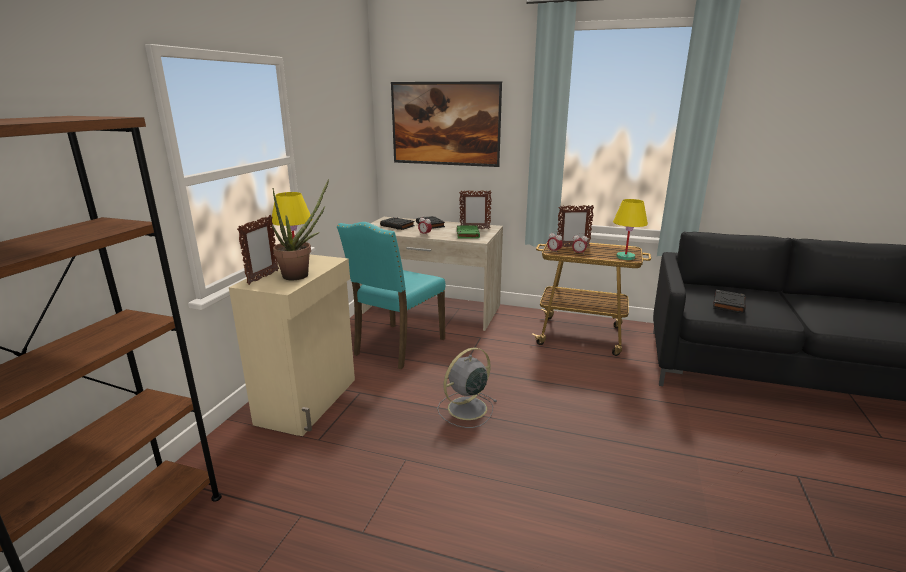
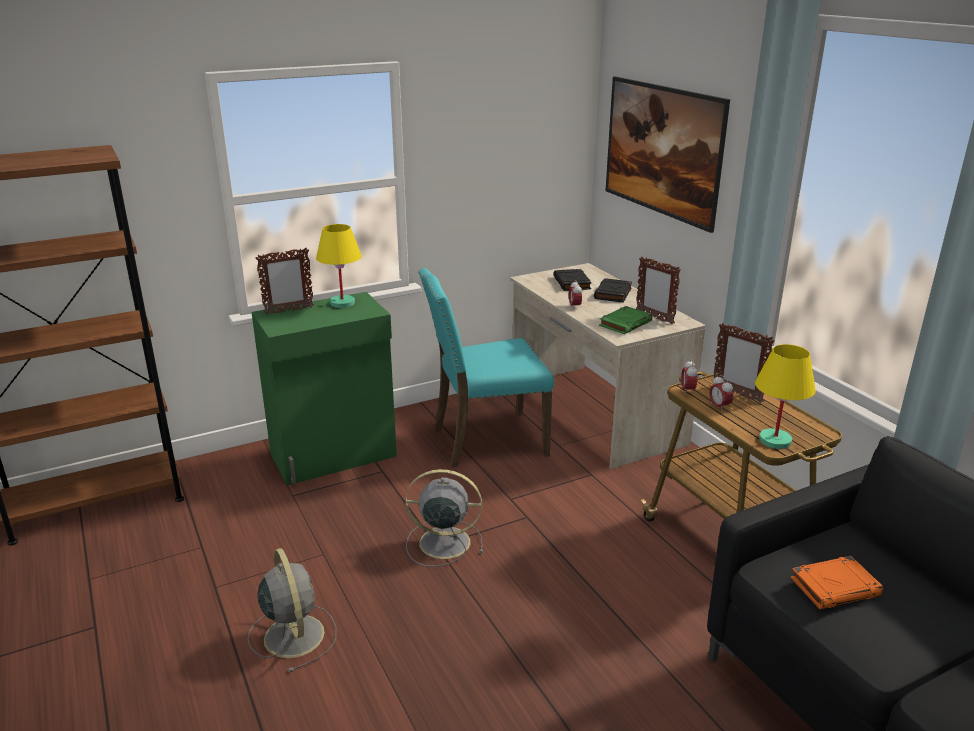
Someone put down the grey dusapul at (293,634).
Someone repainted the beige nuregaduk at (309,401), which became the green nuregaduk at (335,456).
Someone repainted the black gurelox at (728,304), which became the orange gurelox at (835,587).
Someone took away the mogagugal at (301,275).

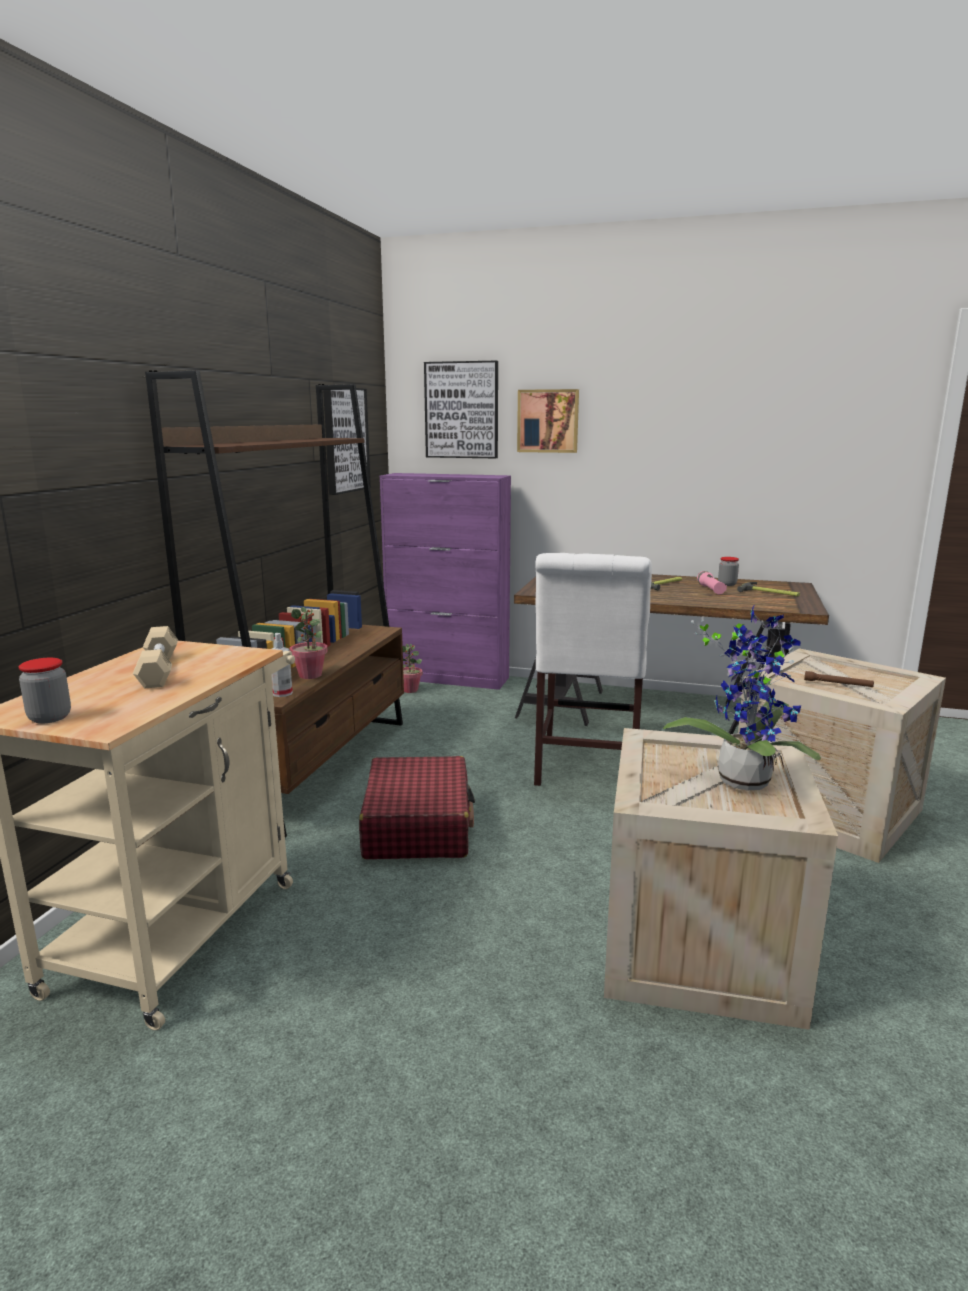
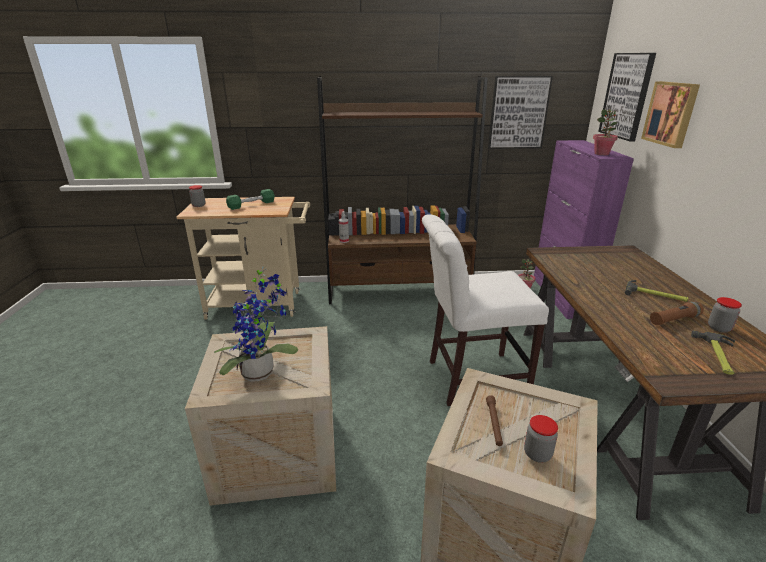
Someone repainted the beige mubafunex at (158,670), which became the green mubafunex at (251,205).
Someone put down the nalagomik at (537,454).
Someone carried the mogagugal from (310,675) to (601,154).
Someone repainted the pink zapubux at (710,589), which became the brown zapubux at (674,320).
Someone took away the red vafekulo at (418,825).

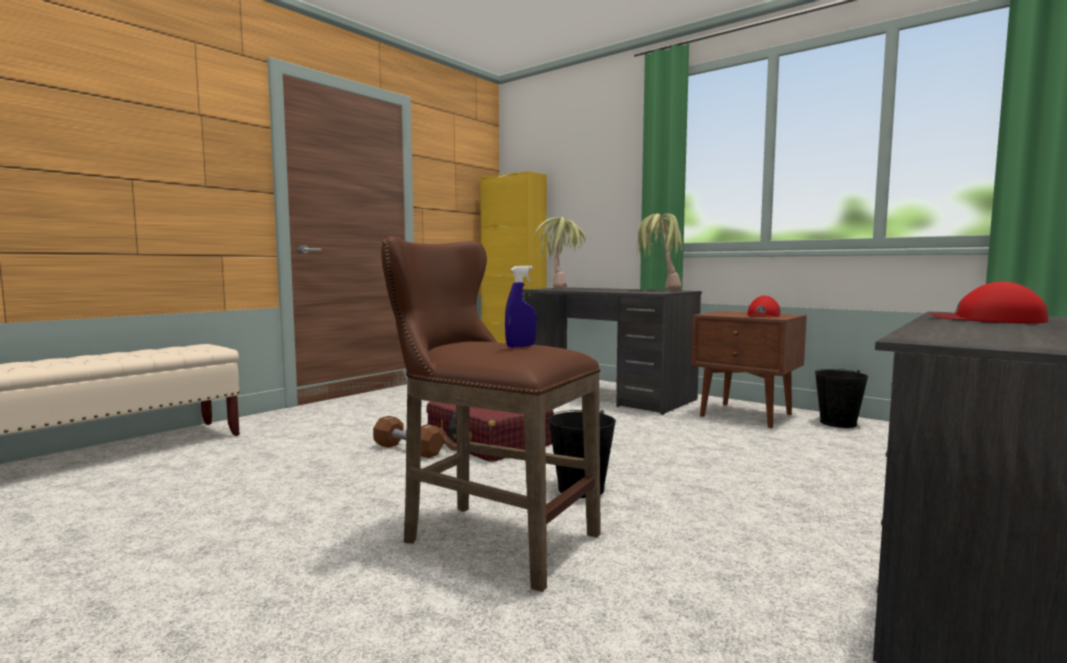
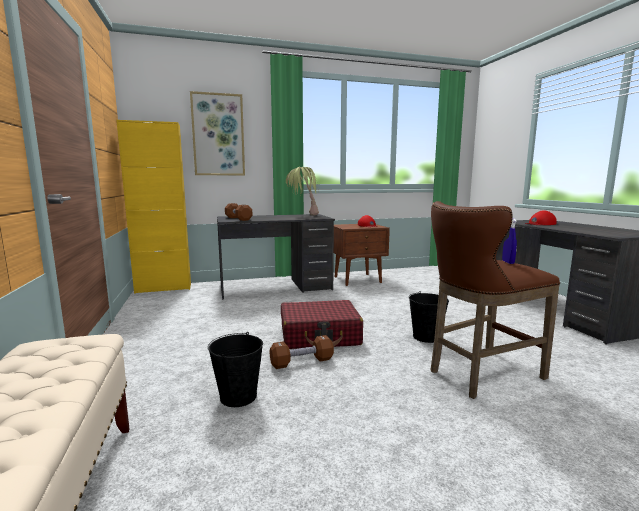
Someone put up the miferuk at (218,135).
Someone carried the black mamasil from (838,423) to (238,396).
Someone swapped the mogagugal at (560,289) for the brown mubafunex at (238,219).

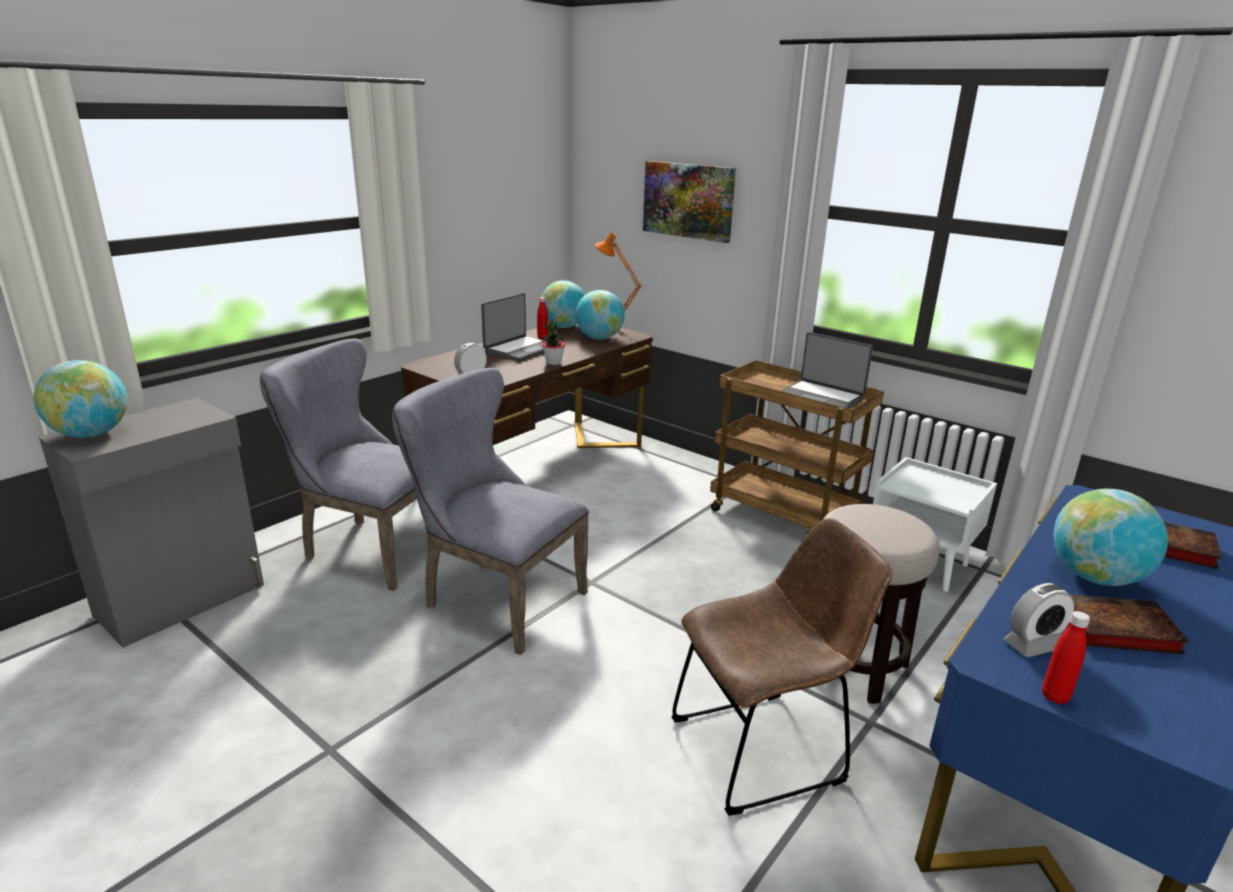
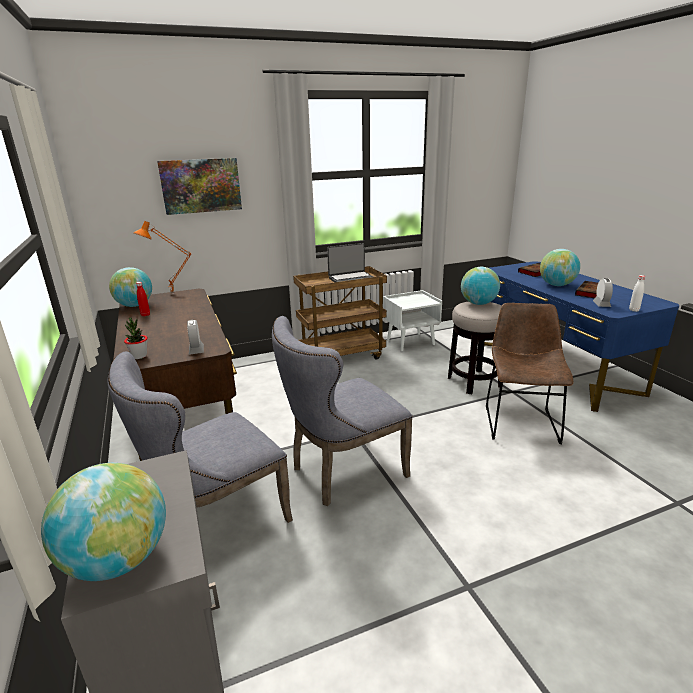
Someone carried the mogagugal from (553,363) to (139,356).
Someone carried the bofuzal from (599,338) to (478,303).
Someone repainted the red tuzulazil at (1055,696), which became the white tuzulazil at (634,310).
Someone took away the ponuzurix at (520,350).

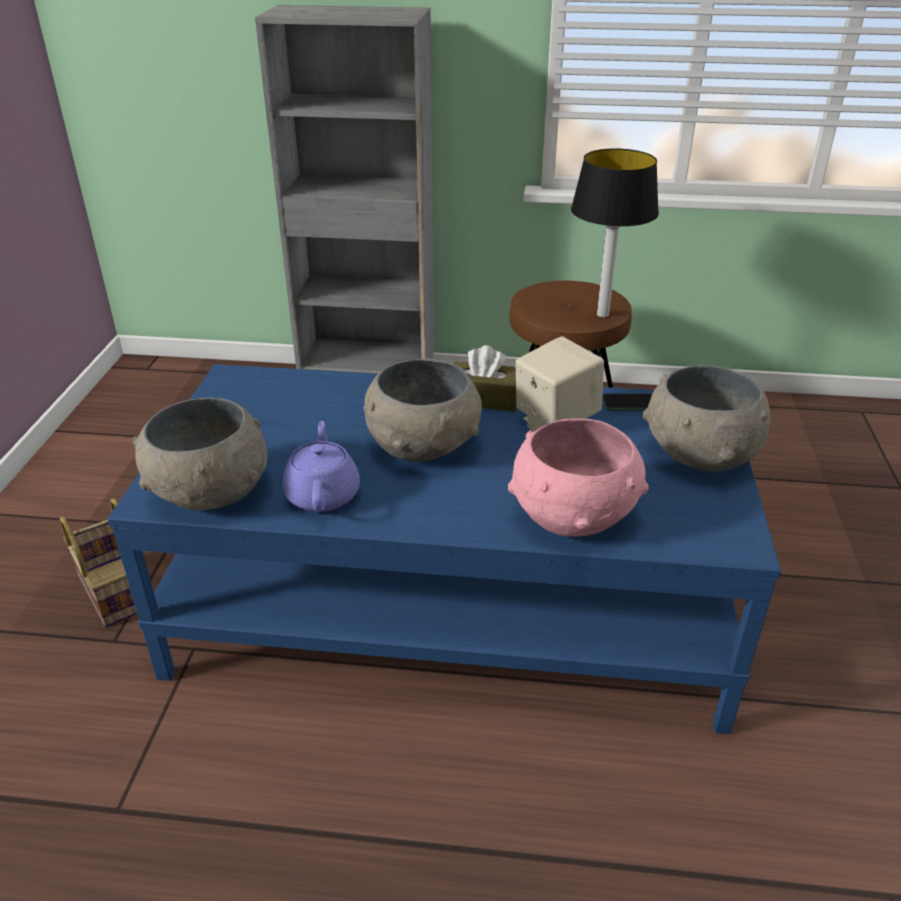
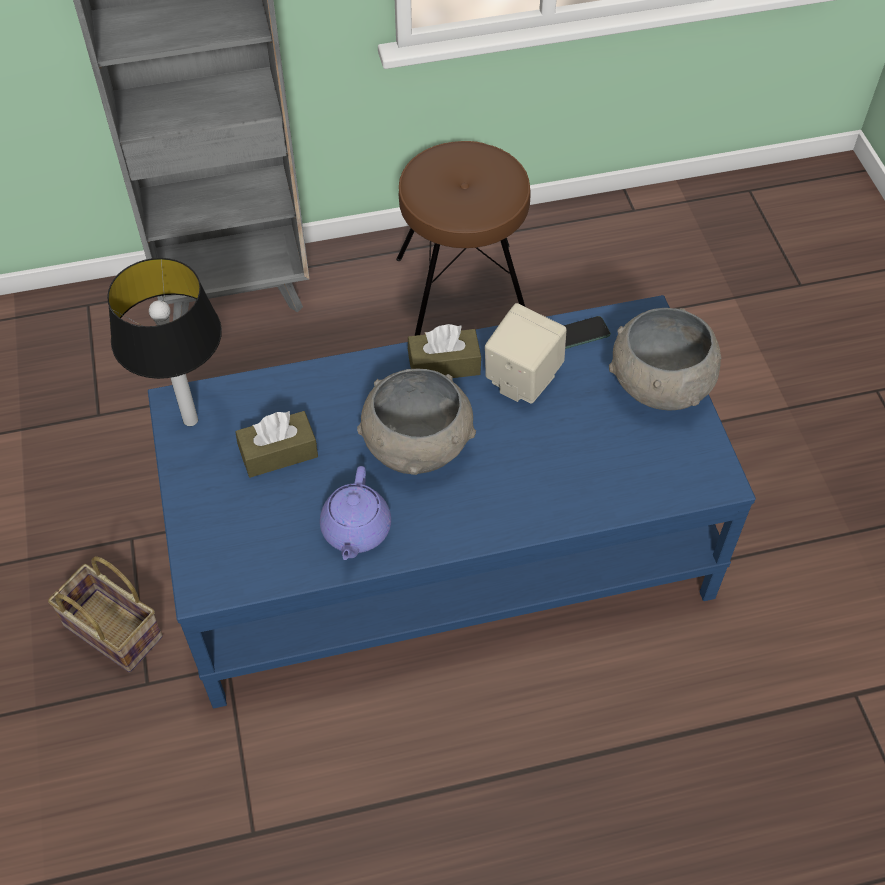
Someone carried the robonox from (602,315) to (190,421).
Someone put down the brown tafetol at (278,453).
Someone rotated the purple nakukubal at (323,494) by 150 degrees counterclockwise.
Someone took away the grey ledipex at (210,492).
Someone took away the pink ledipex at (573,515).

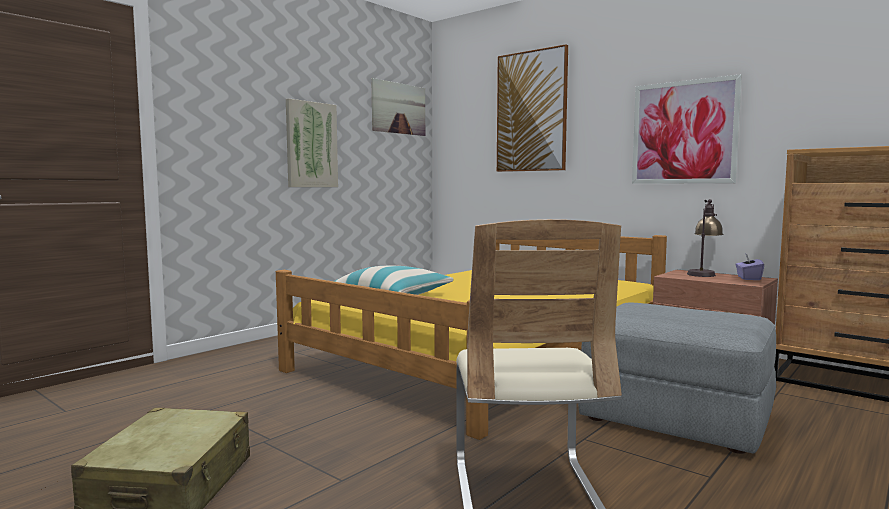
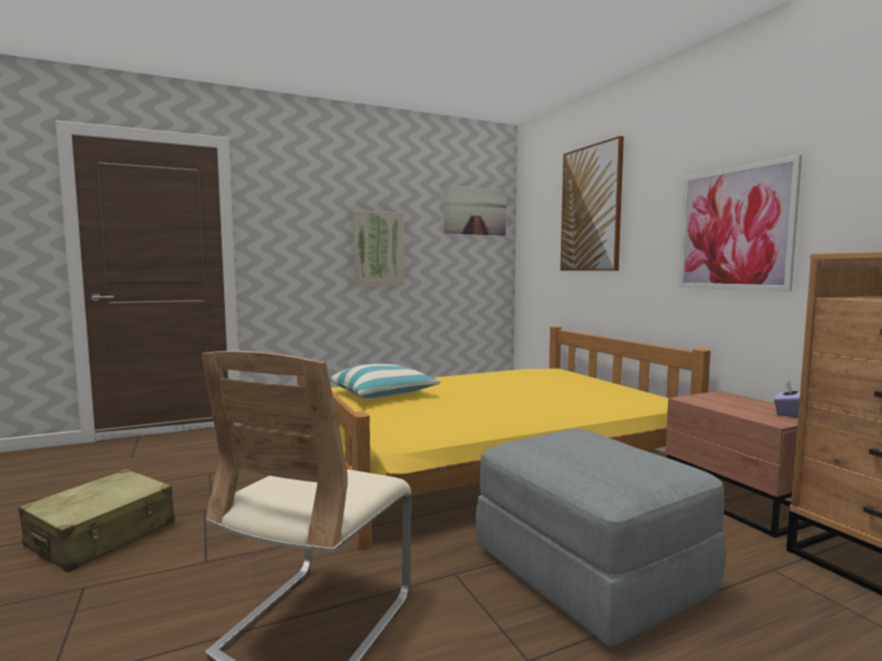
Someone took away the robonox at (703,273).

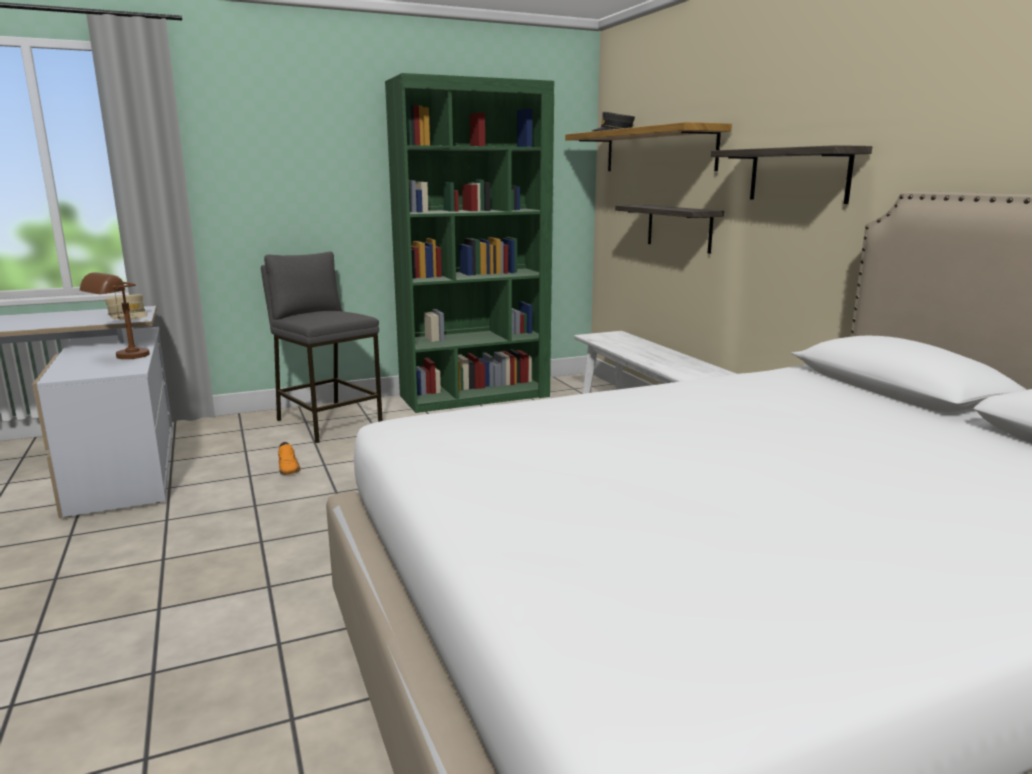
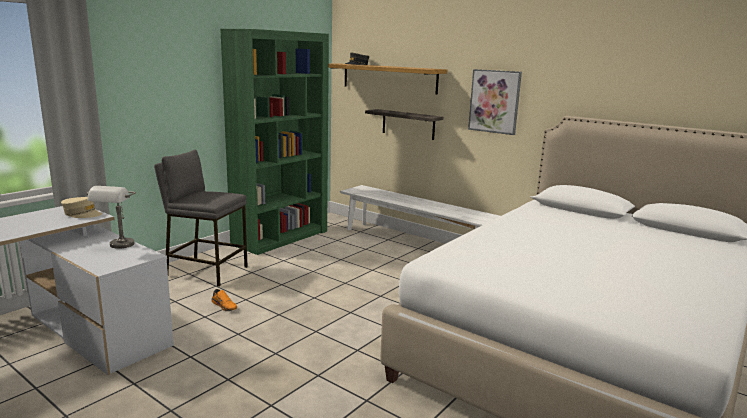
Someone repainted the brown robonox at (122,358), which became the grey robonox at (118,247).
Someone swapped the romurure at (798,175) for the miferuk at (494,101).

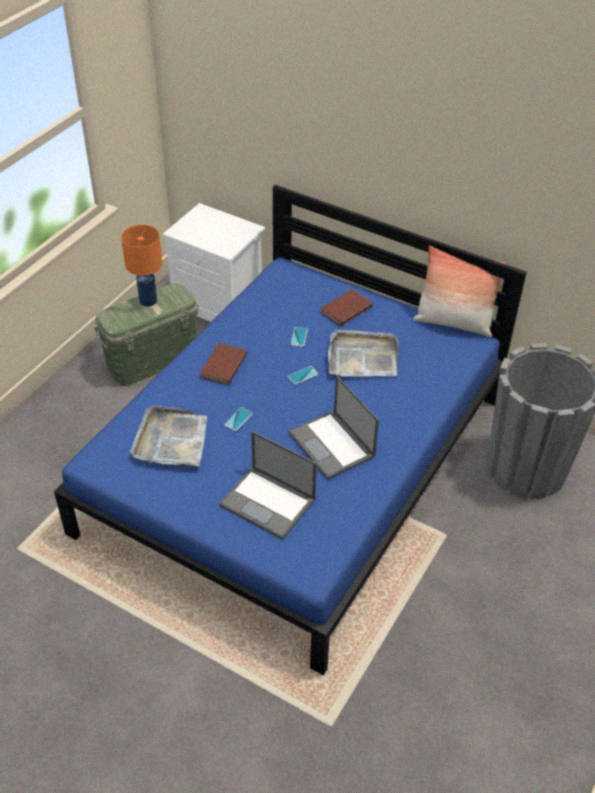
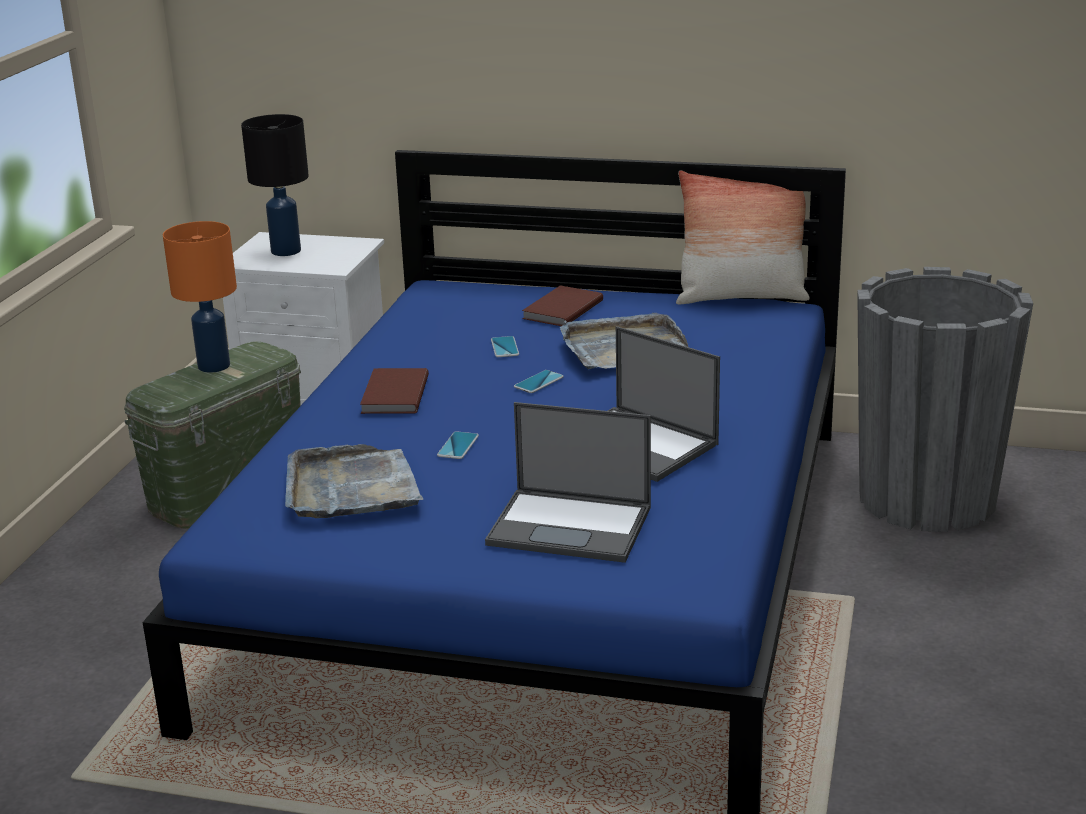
Someone put down the black robonox at (285,251).

